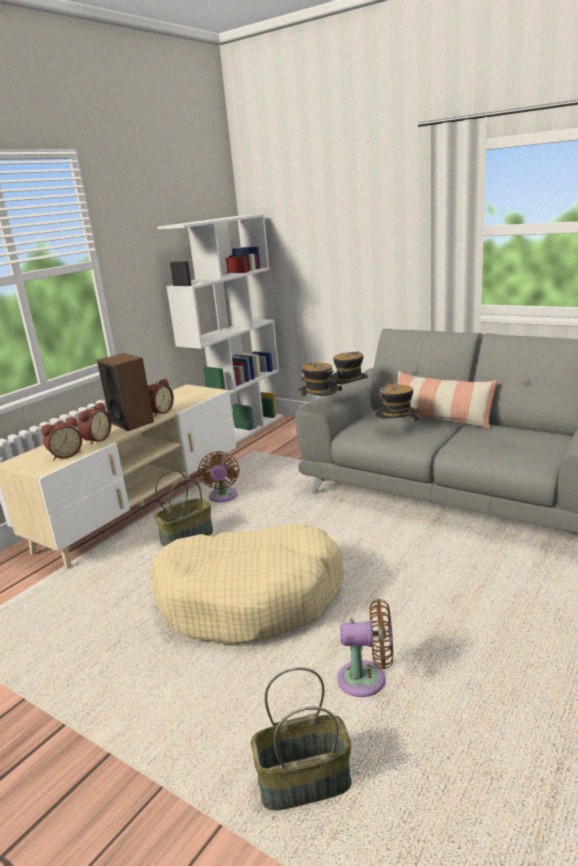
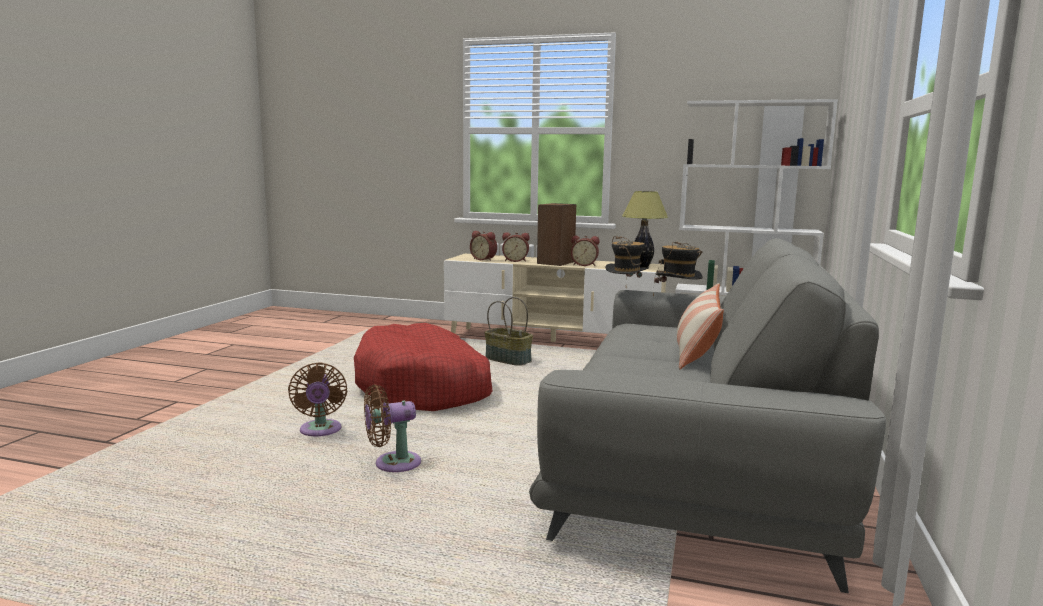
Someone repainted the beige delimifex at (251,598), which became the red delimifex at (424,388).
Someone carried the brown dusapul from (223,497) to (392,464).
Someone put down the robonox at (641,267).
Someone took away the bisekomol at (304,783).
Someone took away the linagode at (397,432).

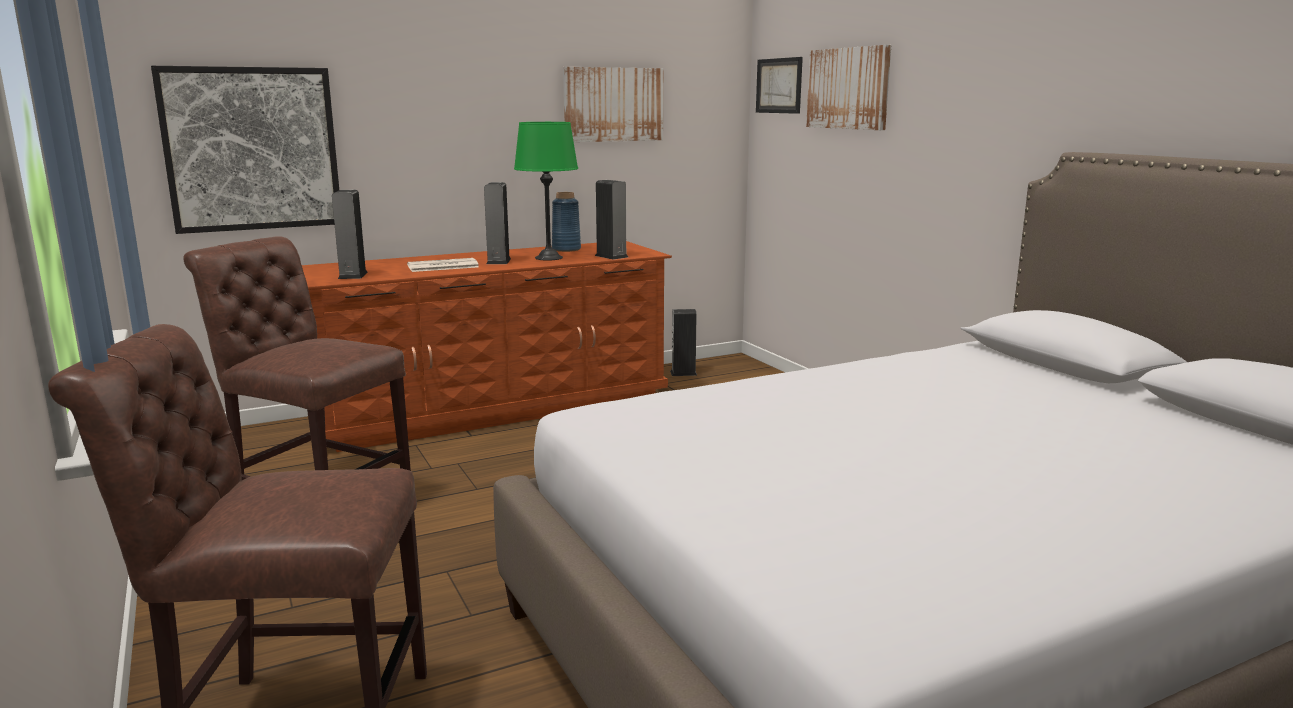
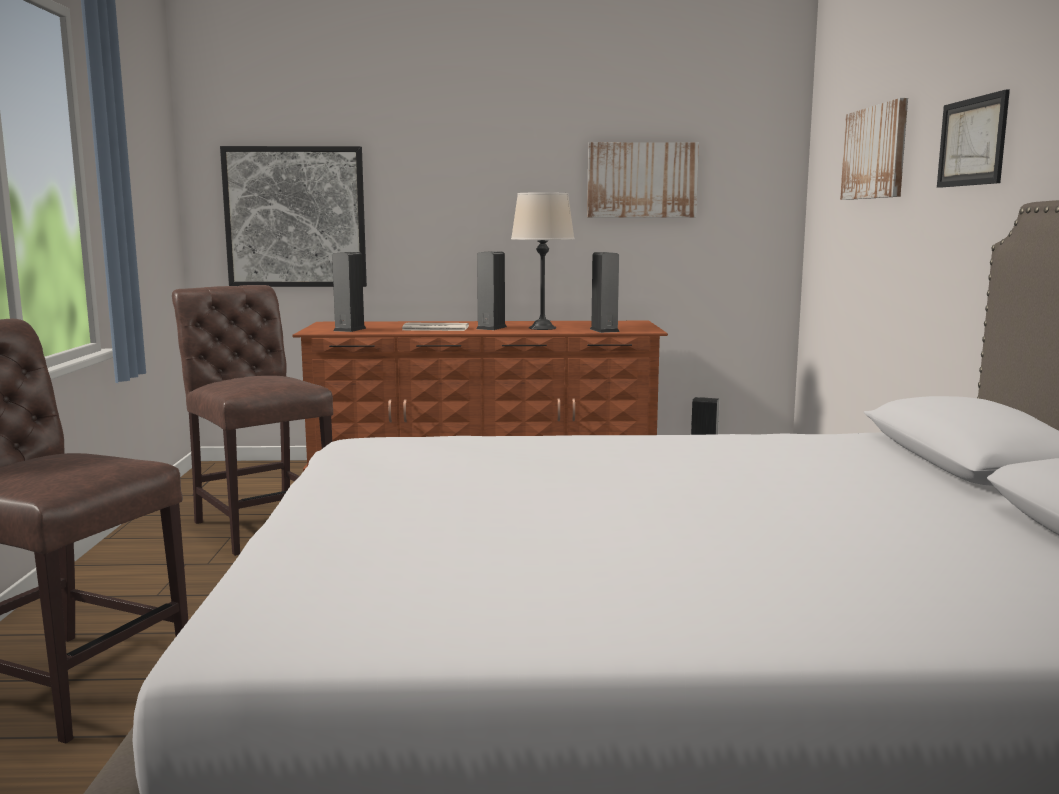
Someone repainted the green robonox at (548,258), which became the beige robonox at (542,328).
Someone carried the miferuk from (779,85) to (972,142).
Someone took away the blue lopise at (566,249).

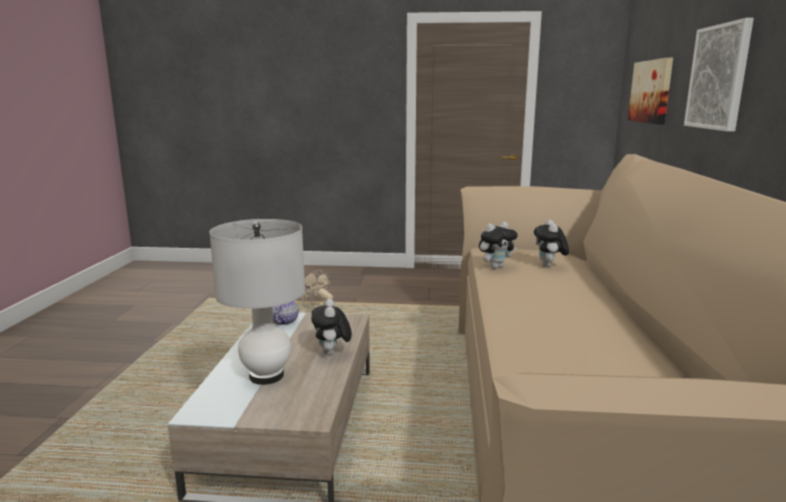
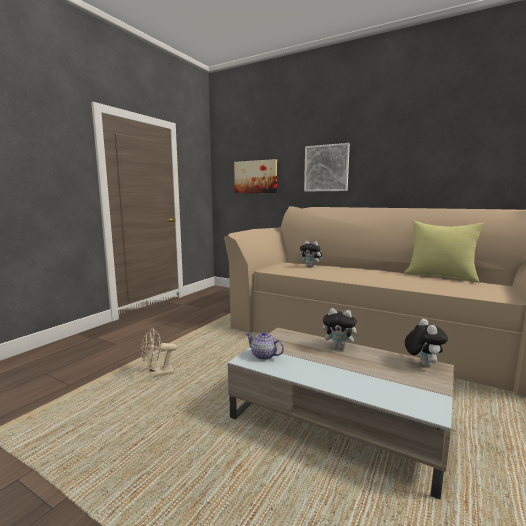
Someone put down the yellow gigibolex at (440,276).
Someone carried the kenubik from (496,267) to (422,364).
Someone took away the white robonox at (267,376).

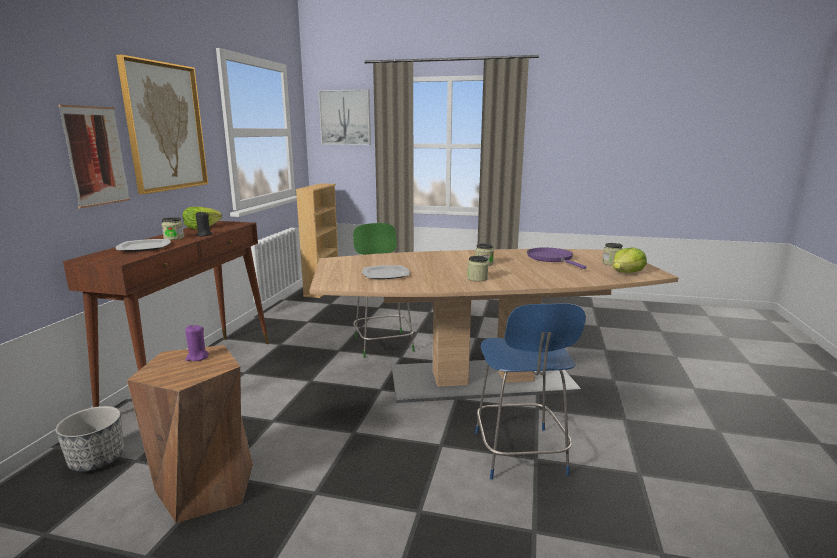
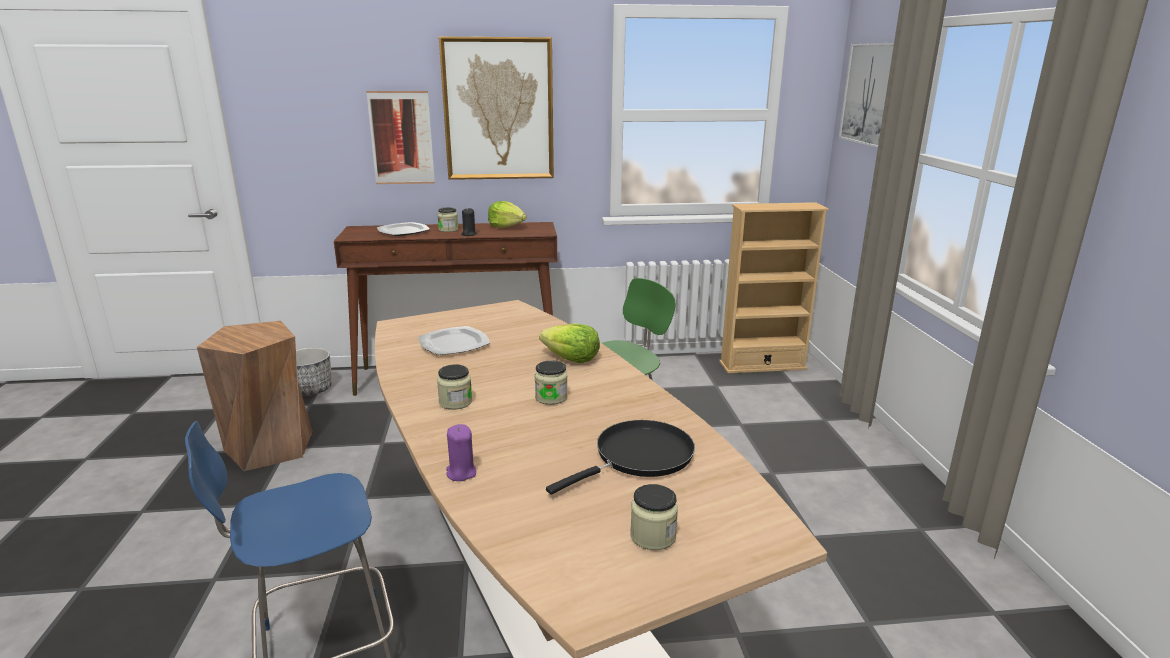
Someone carried the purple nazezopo from (197,357) to (461,473).
Someone carried the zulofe from (626,273) to (571,359).
Someone repainted the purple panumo at (551,258), which became the black panumo at (639,457).

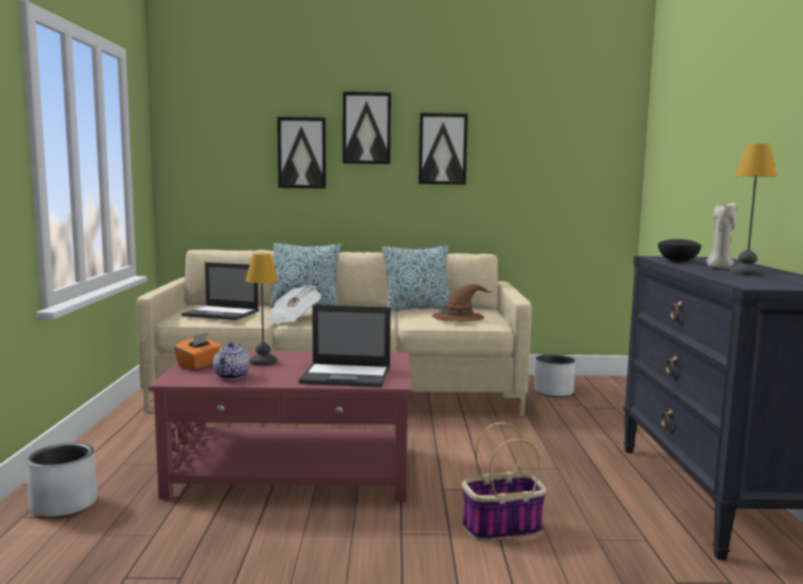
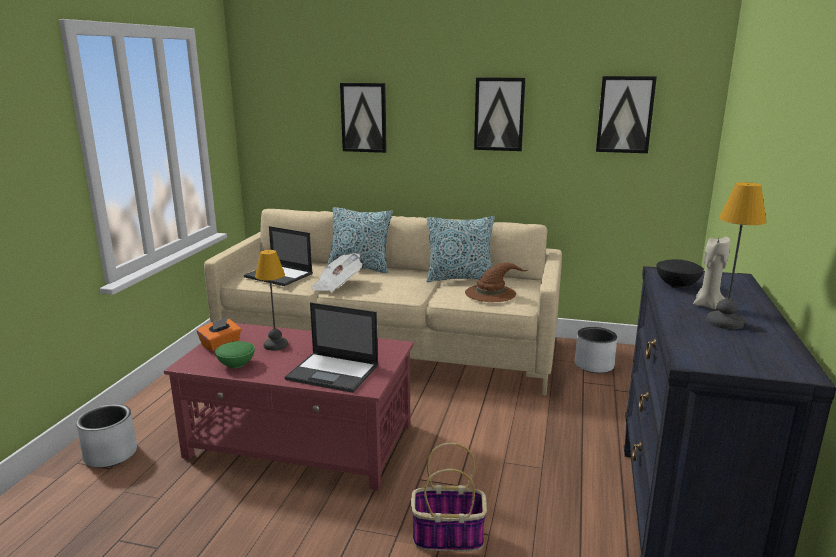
Someone swapped the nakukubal at (232,376) for the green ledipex at (237,364).
Someone carried the miferuk from (366,128) to (625,114).

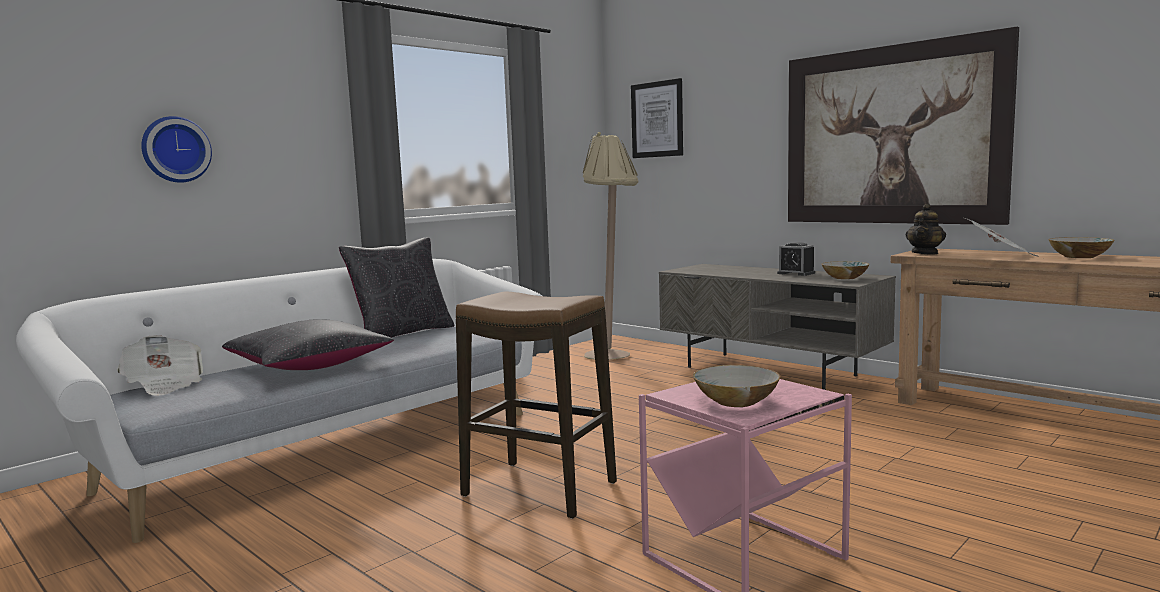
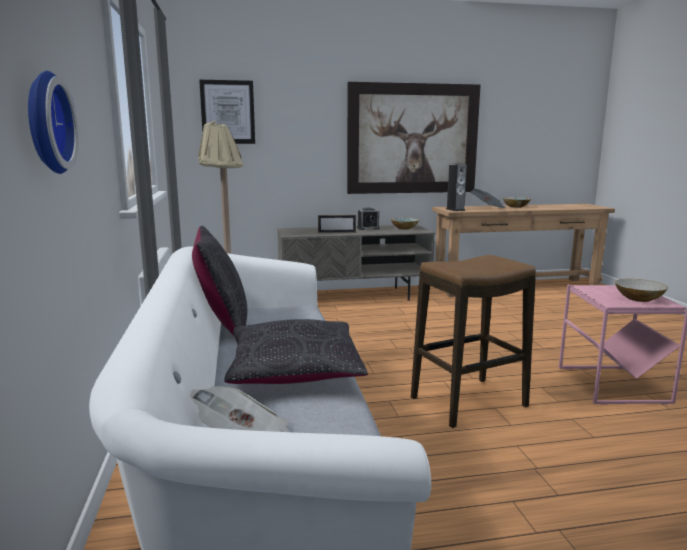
Someone put down the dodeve at (337,232).
Someone swapped the nakukubal at (925,253) for the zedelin at (455,209).

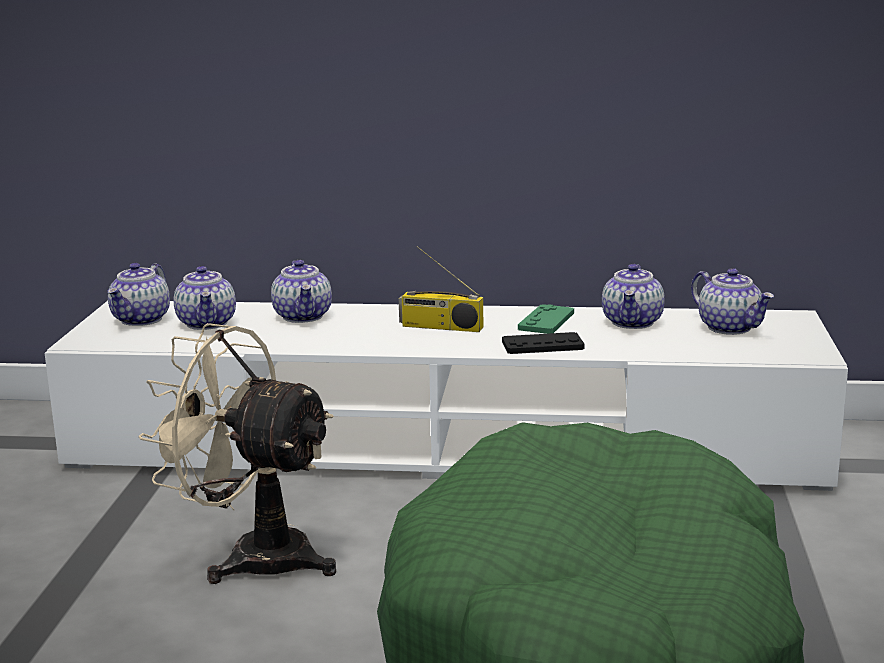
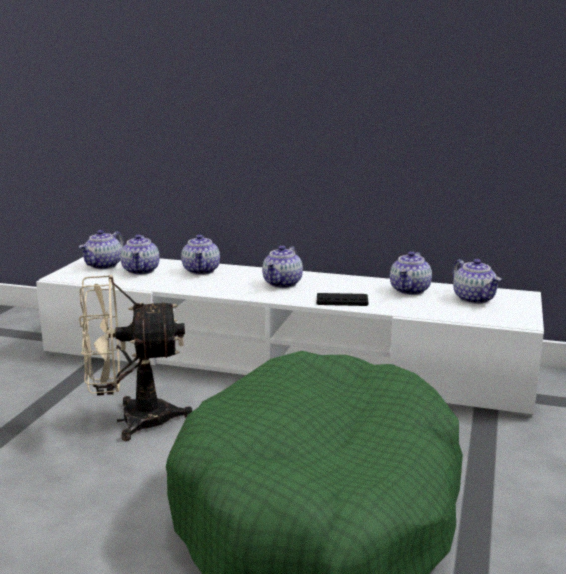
Someone rotated the beige dusapul at (253,556) by 45 degrees counterclockwise.
Someone swapped the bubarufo at (440,327) for the nakukubal at (283,284).
Someone took away the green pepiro at (546,321).

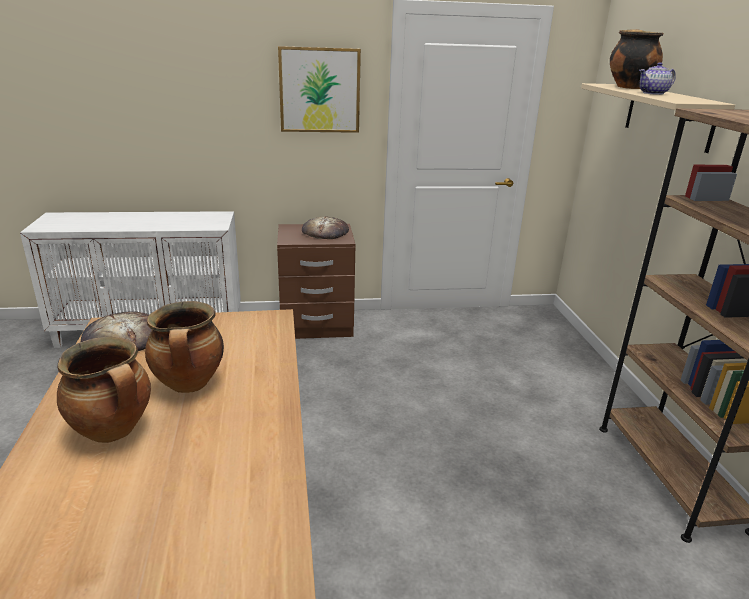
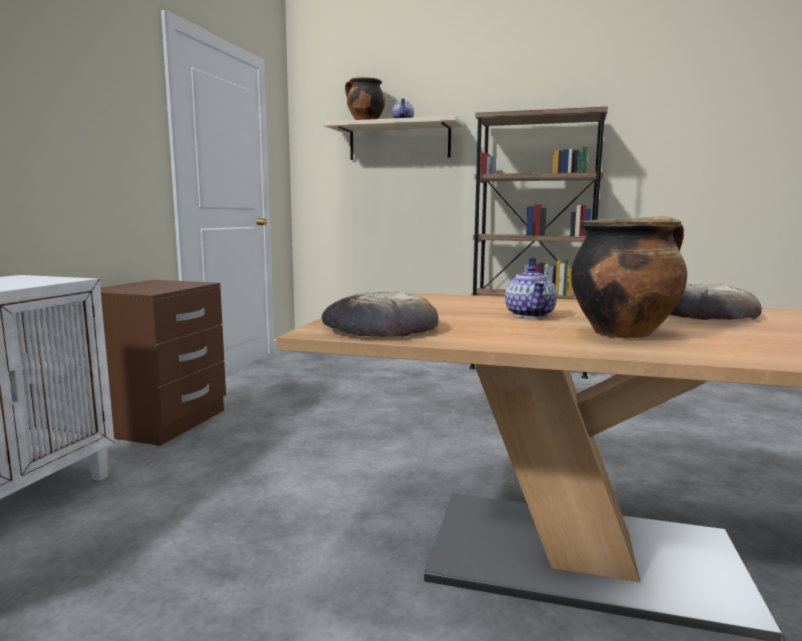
Someone swapped the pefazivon at (190,385) for the nakukubal at (530,315).
Someone carried the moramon from (325,232) to (702,313).
Someone took away the miferuk at (319,90).

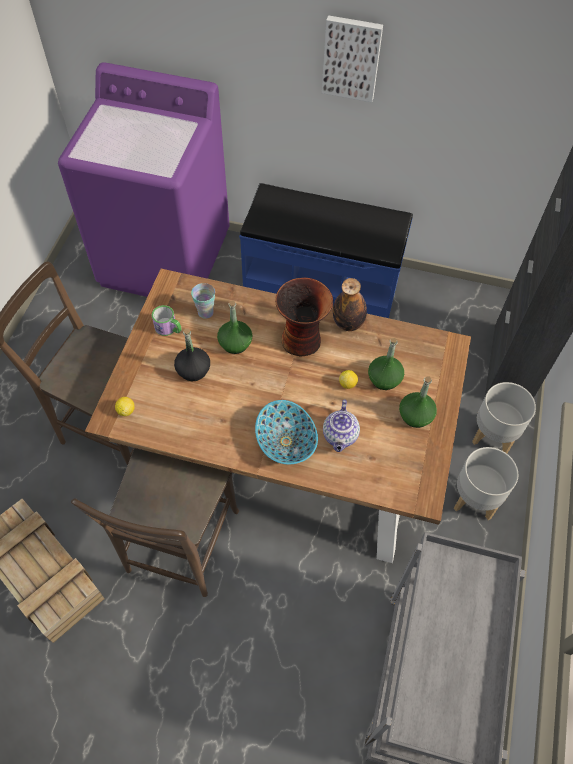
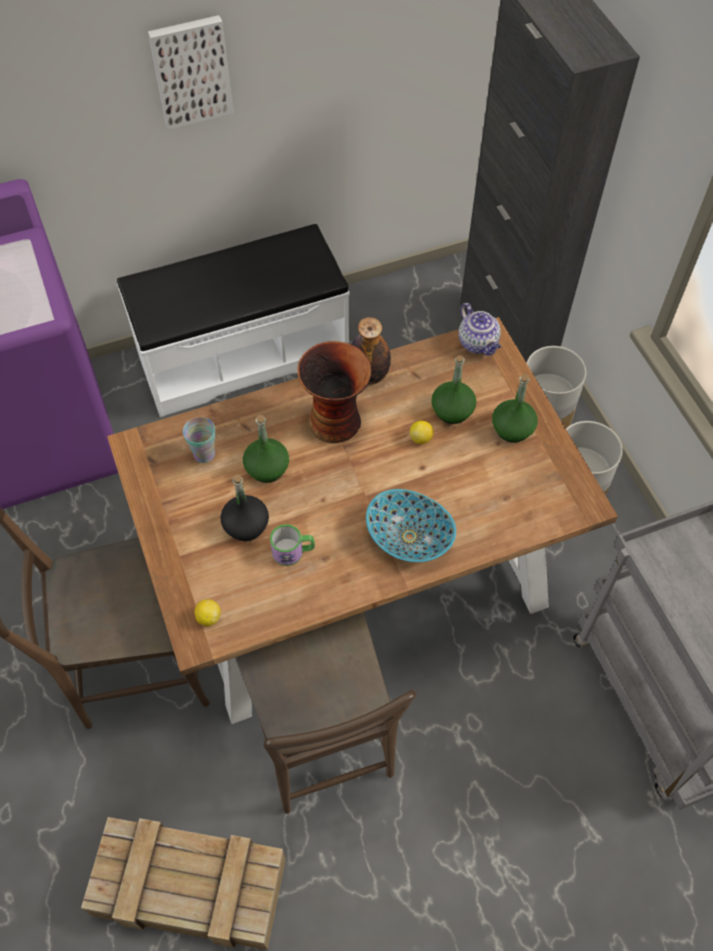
Someone repainted the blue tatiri at (322,278), which became the white tatiri at (242,354).
Someone carried the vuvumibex from (169,328) to (293,551).
Someone carried the nakukubal from (340,436) to (478,343).

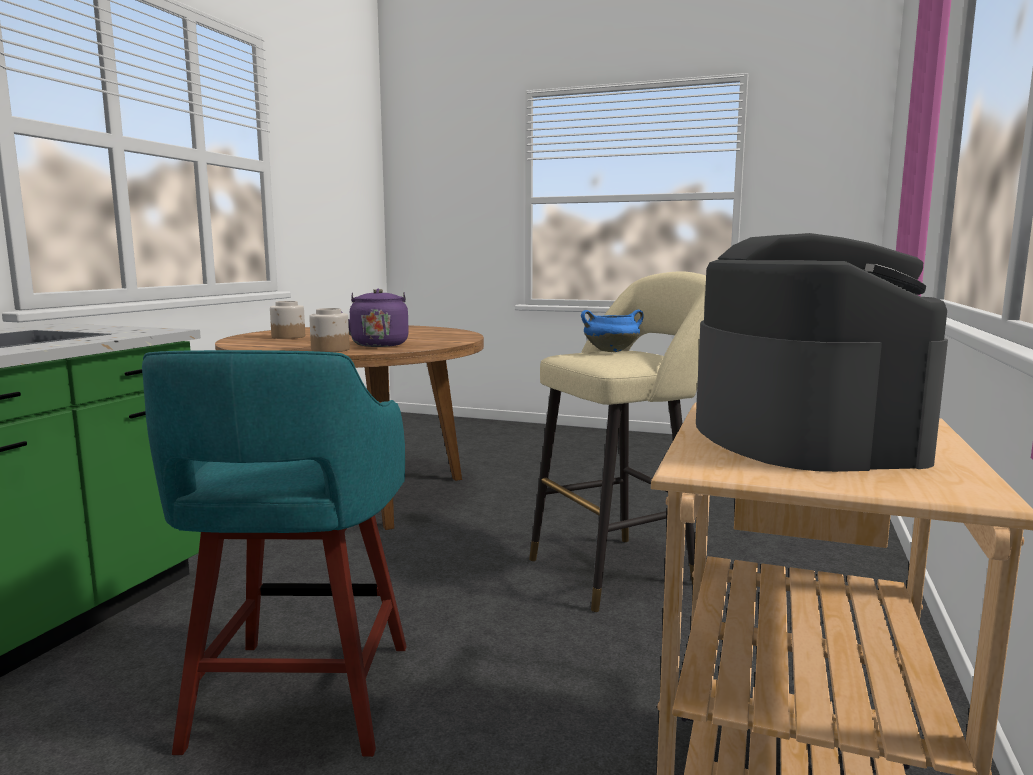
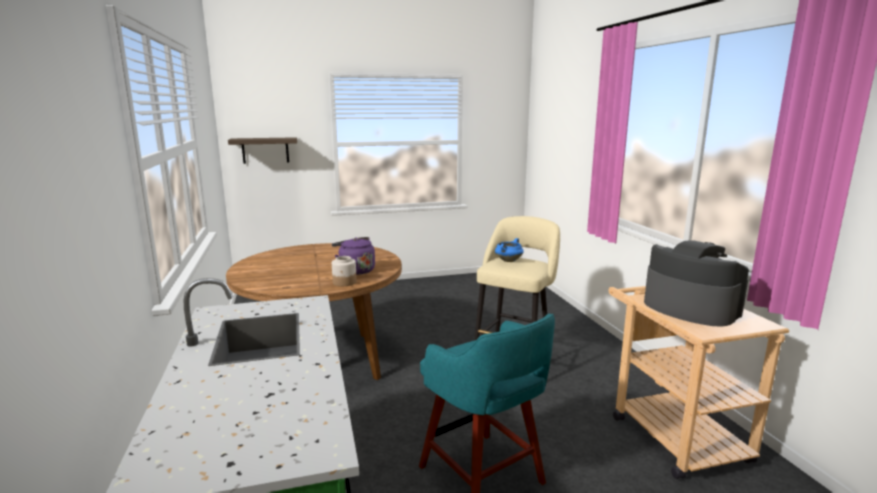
Someone put up the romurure at (265,150).
Someone took away the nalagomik at (289,337).

